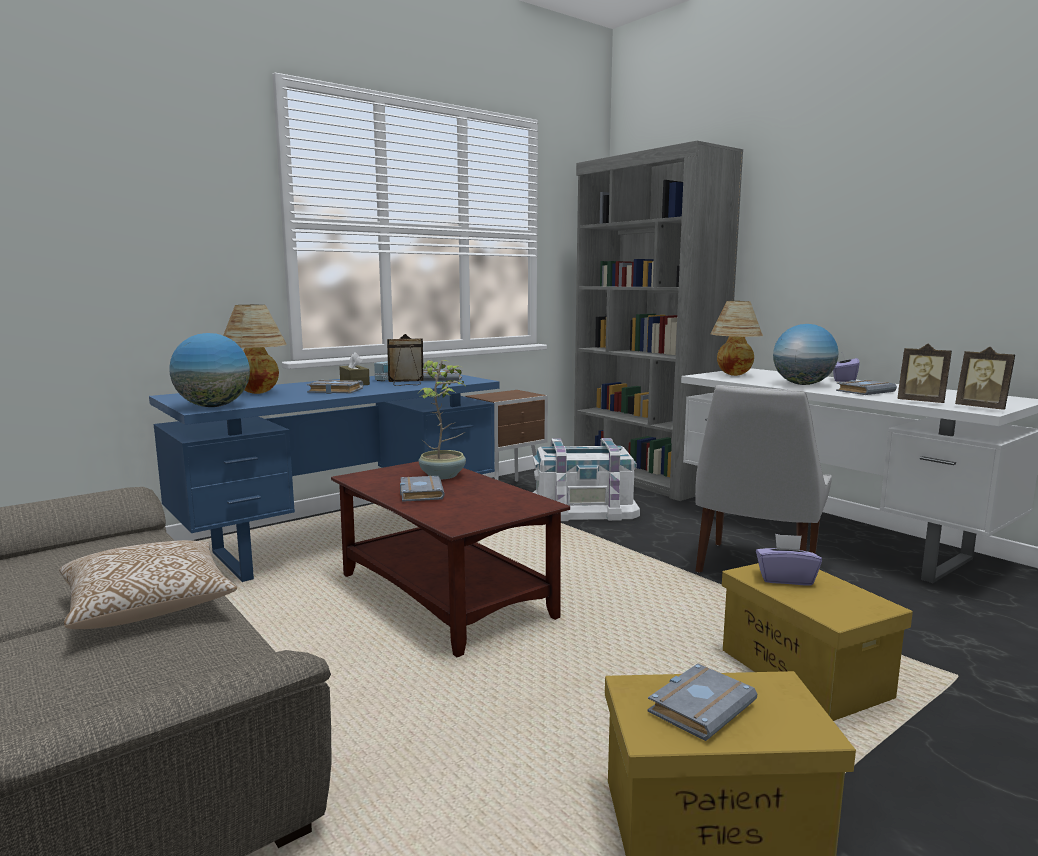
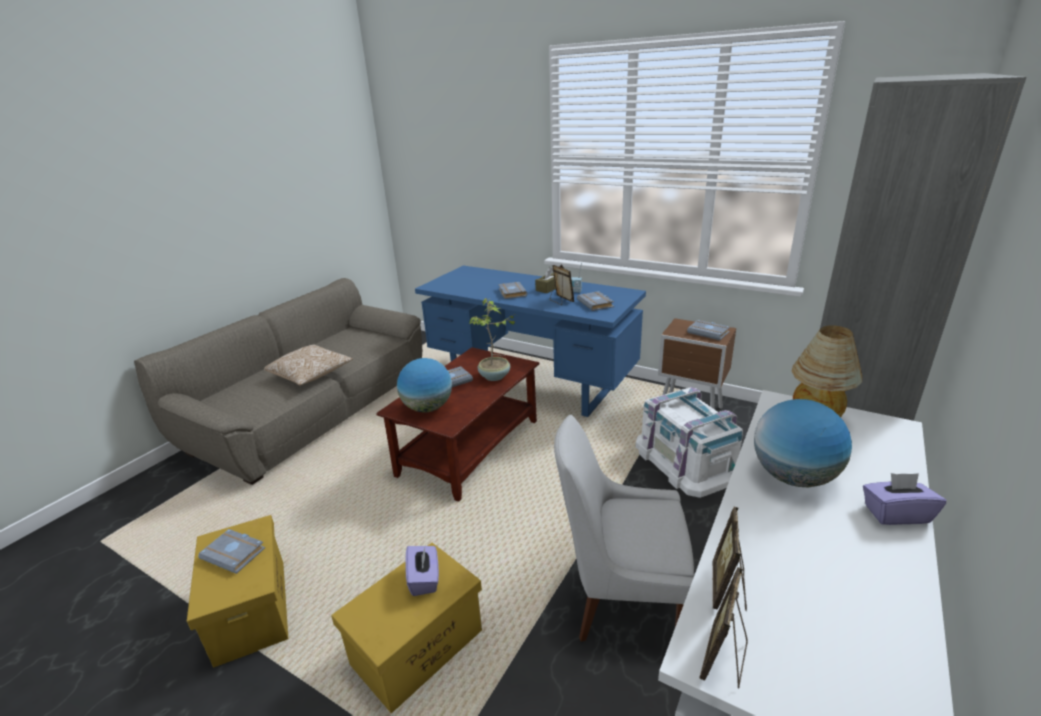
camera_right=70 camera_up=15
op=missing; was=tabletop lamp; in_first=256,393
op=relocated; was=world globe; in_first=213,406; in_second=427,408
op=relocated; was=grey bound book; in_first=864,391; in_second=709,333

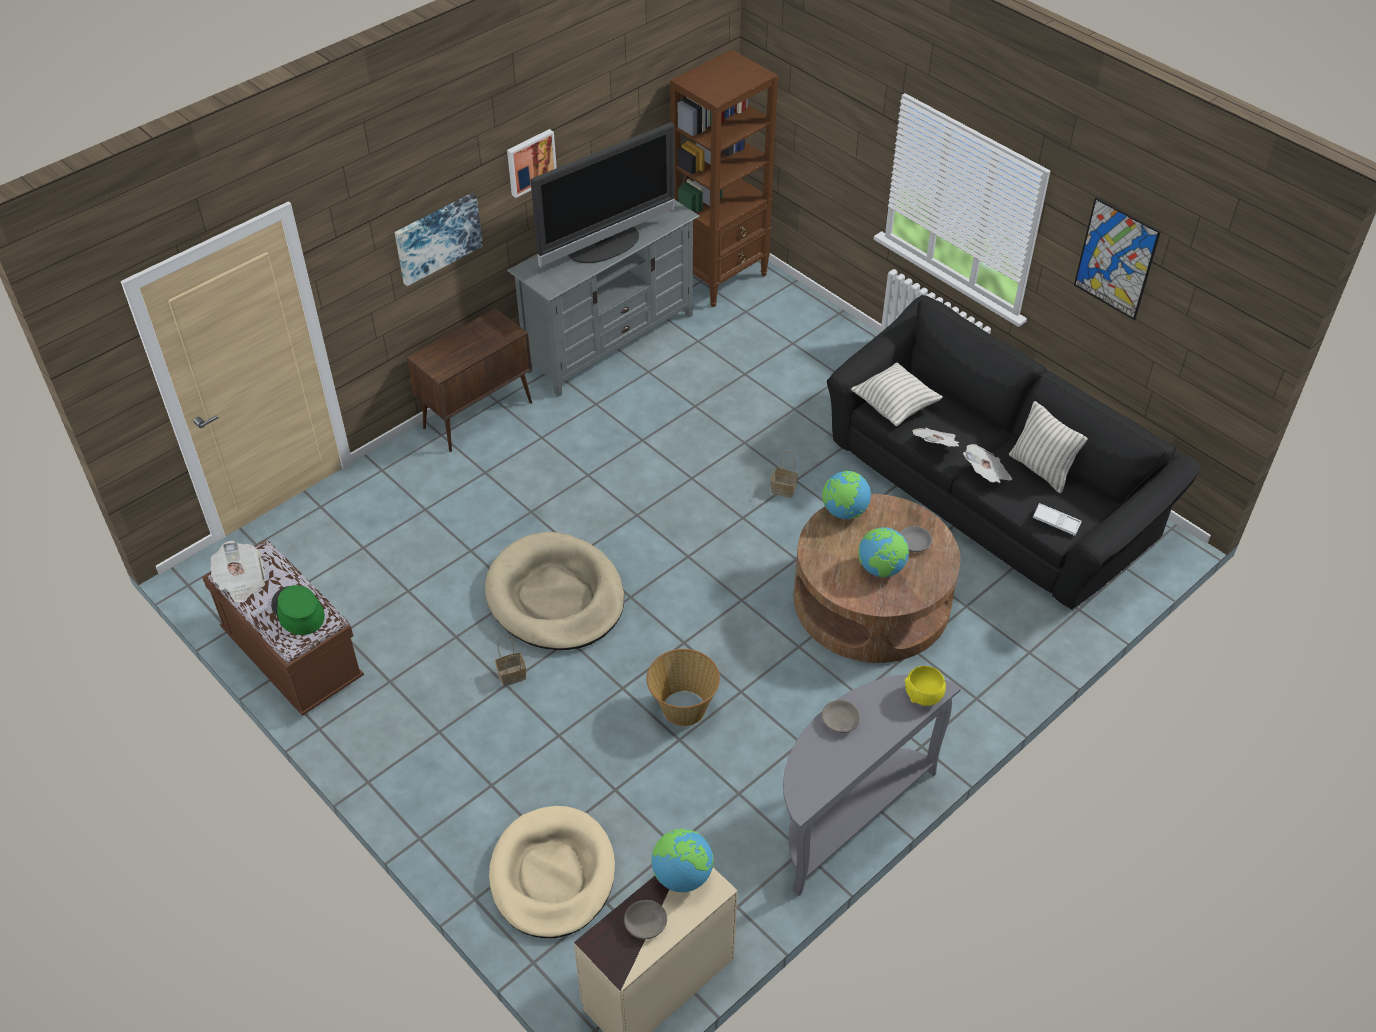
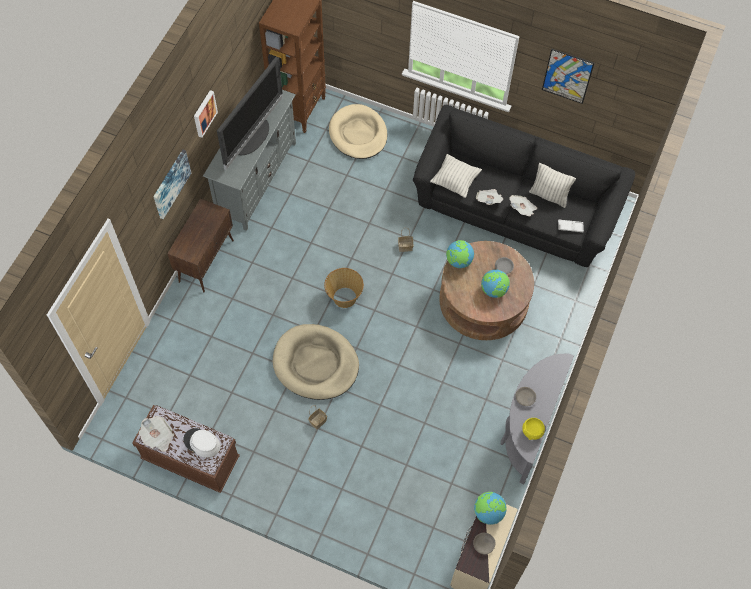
camera_right=-25 camera_up=15
op=relocated; was=sand-coloured pet bed; in_first=552,875; in_second=358,134
op=relocated; was=household basket; in_first=683,707; in_second=344,297
op=relocated; was=yellow-coloured deep dish; in_first=924,696; in_second=532,432
op=colour; was=green-coloured clothing hat; now=white-coloured clothing hat; in_first=297,611; in_second=202,443

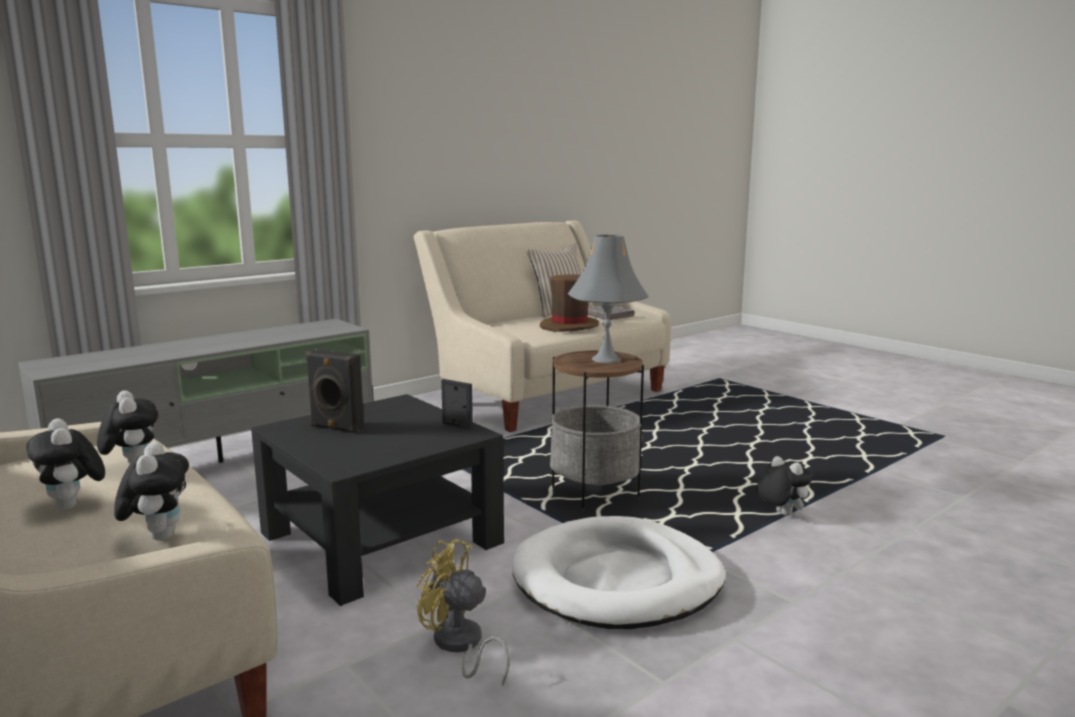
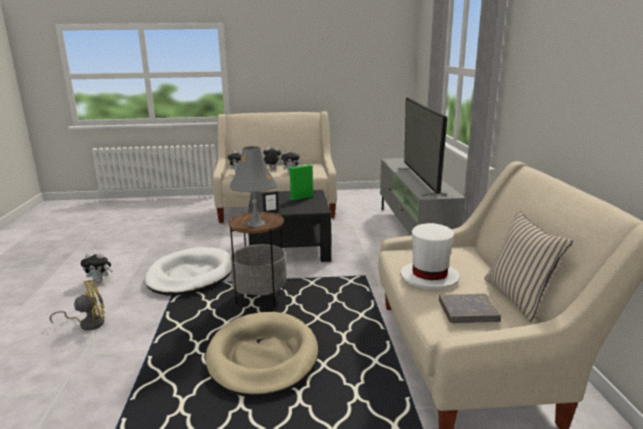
camera_right=125 camera_up=5
op=appeared; now=sand-coloured pet bed; in_second=262,357
op=appeared; now=television; in_second=420,180
op=relocated; was=yellow-coloured electric fan; in_first=460,646; in_second=88,323
op=relocated; was=soft toy; in_first=780,514; in_second=99,281
op=colour; was=blackish speaker; now=green-coloured speaker; in_first=336,428; in_second=301,197
op=colour; was=brown-coloured clothing hat; now=white-coloured clothing hat; in_first=569,326; in_second=429,277

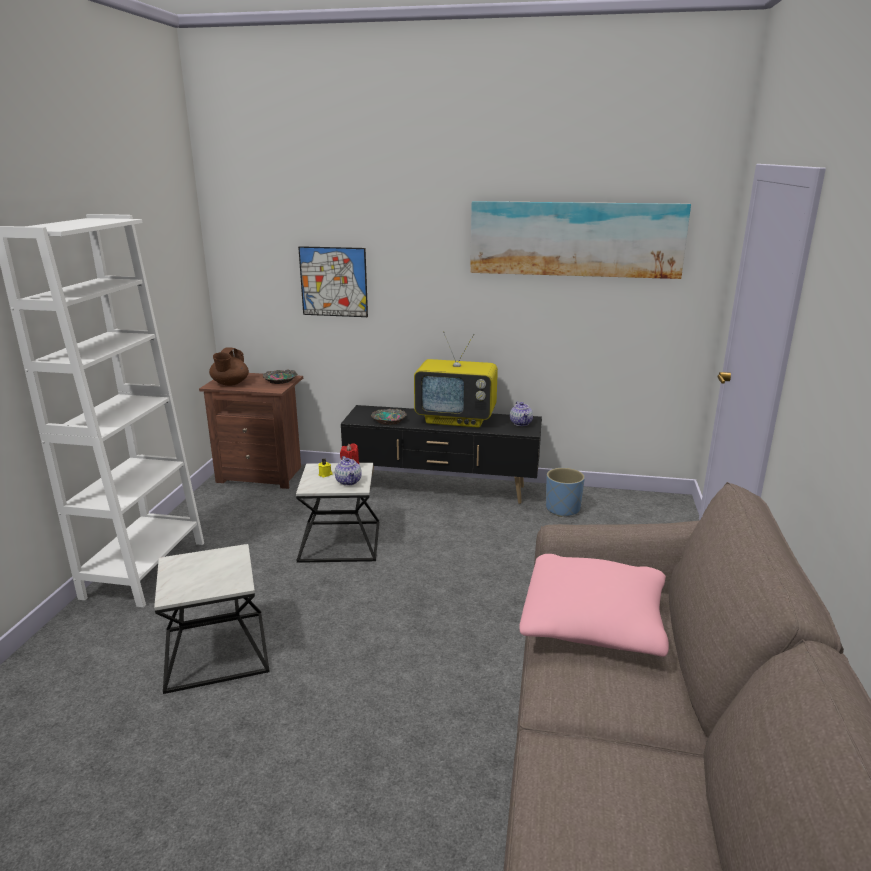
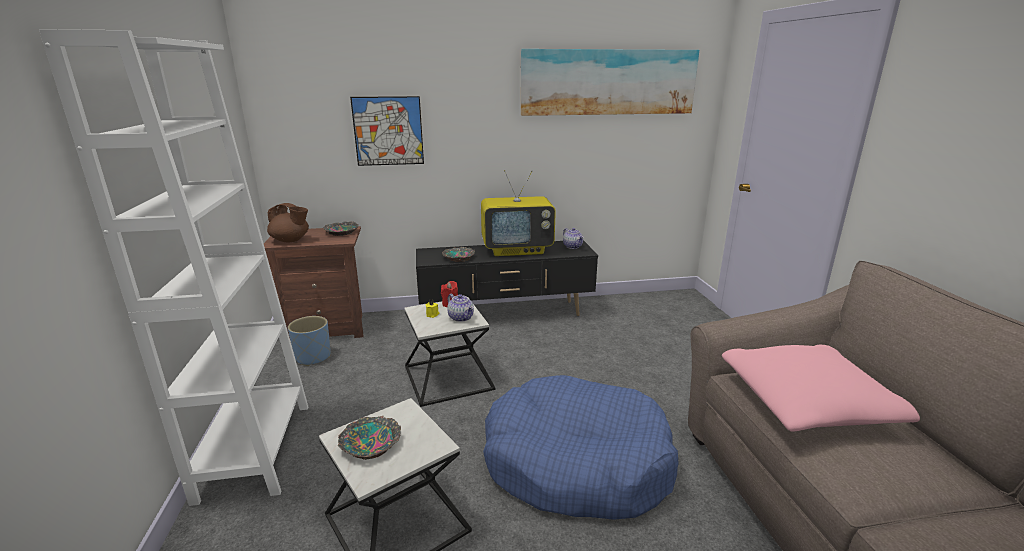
camera_right=-20 camera_up=0
op=appeared; now=deep dish; in_second=371,443
op=appeared; now=blue-coloured pet bed; in_second=576,462
op=relocated; was=blue-coloured plant pot; in_first=563,509; in_second=313,357
op=spun; was=brown-coloured tea pot; in_first=230,384; in_second=291,240; clockwise=-60

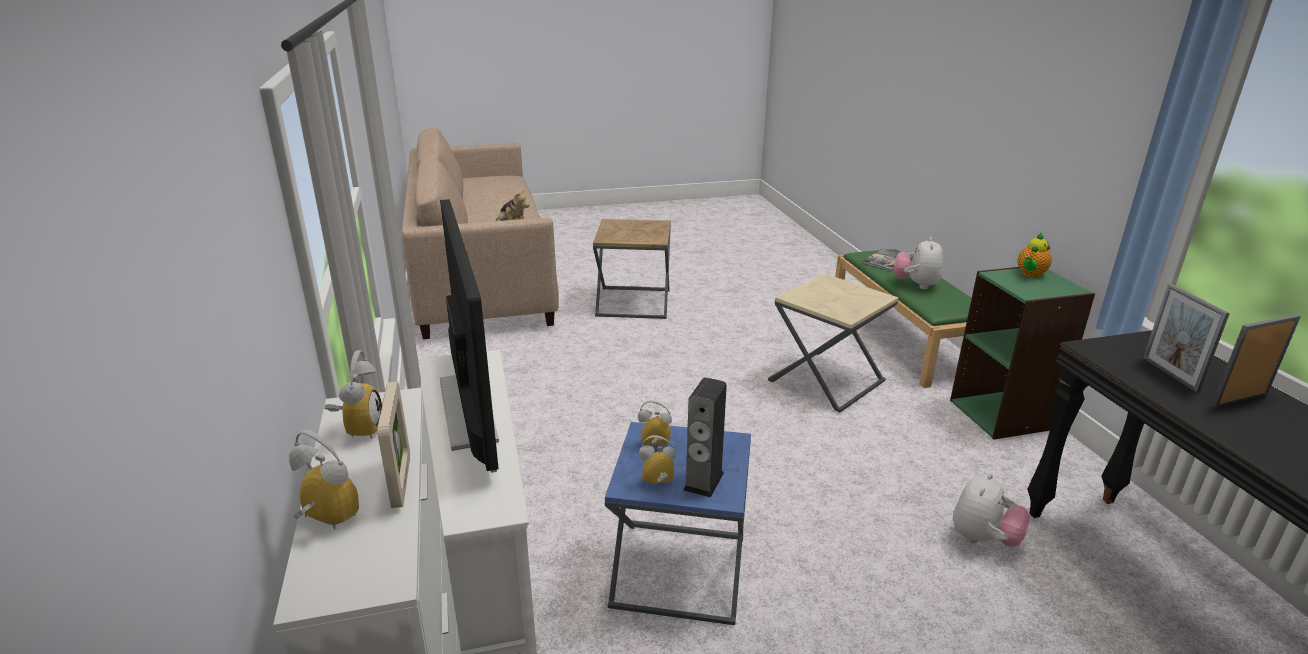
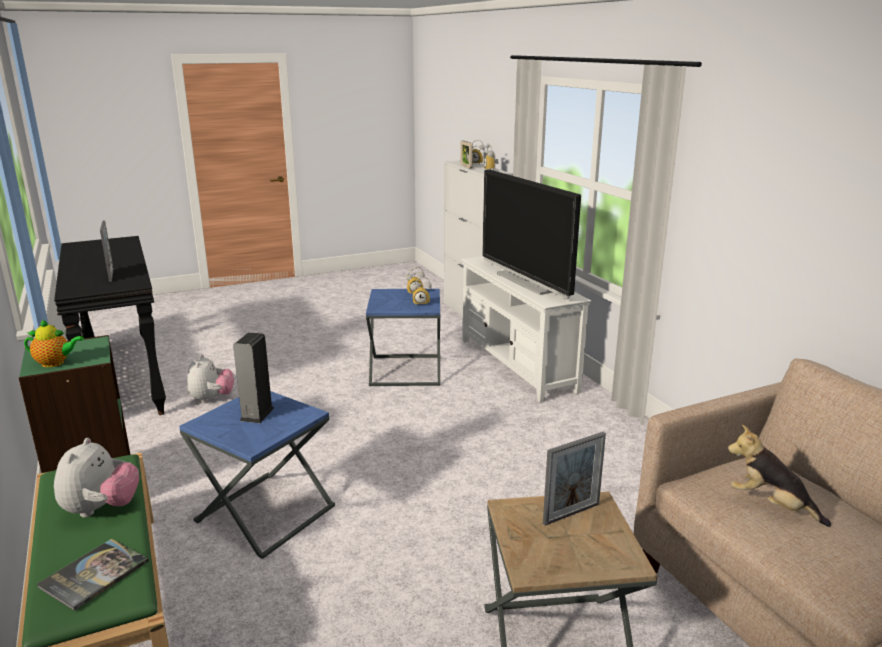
camera_right=170 camera_up=-5
op=relocated; was=speaker; in_first=703,481; in_second=257,414
op=relocated; was=standing frame; in_first=1239,400; in_second=571,514
op=colour; was=sand-coloured end table; now=blue-coloured end table; in_first=826,381; in_second=265,514
op=spun; was=soft toy; in_first=983,539; in_second=211,398; clockwise=150
op=spun; was=tea pot; in_first=1030,274; in_second=55,363; clockwise=60

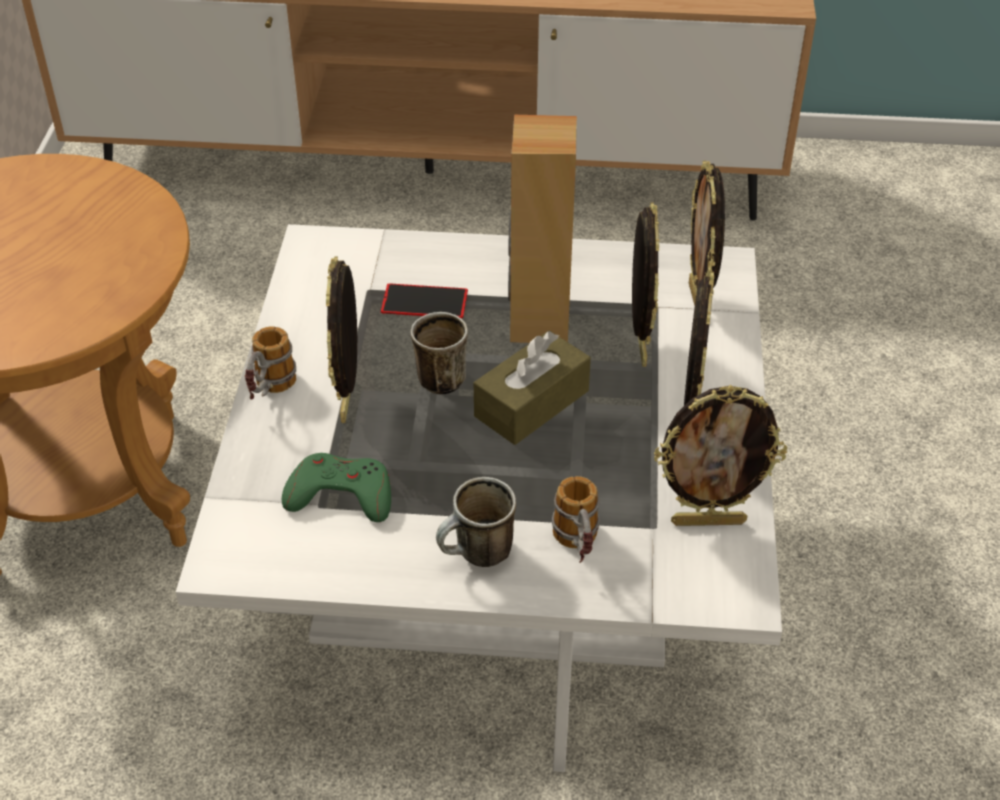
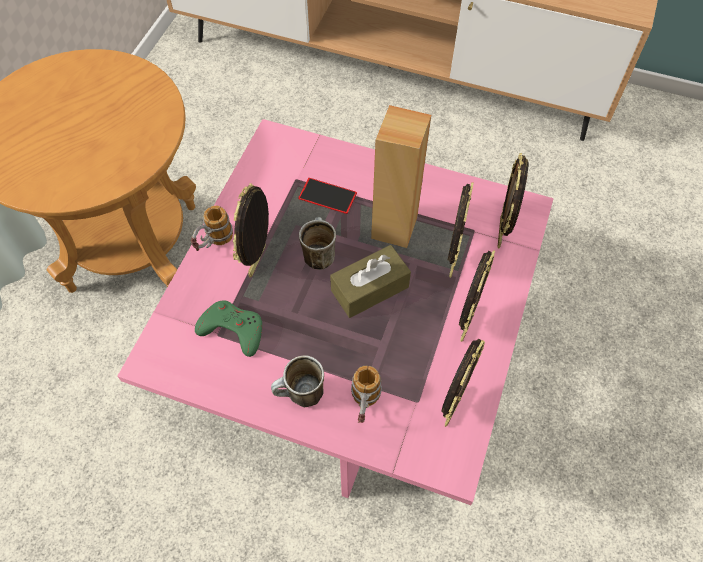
camera_right=15 camera_up=15
op=colour; was=white-coloured low table; now=pink low table; in_first=499,566; in_second=351,352
op=spun; was=standing frame; in_first=708,521; in_second=453,405; clockwise=-75

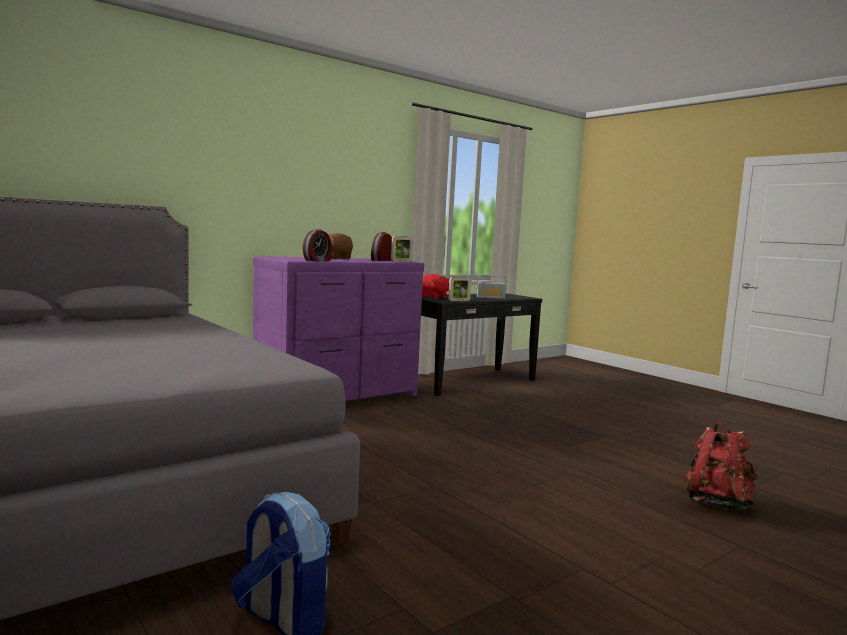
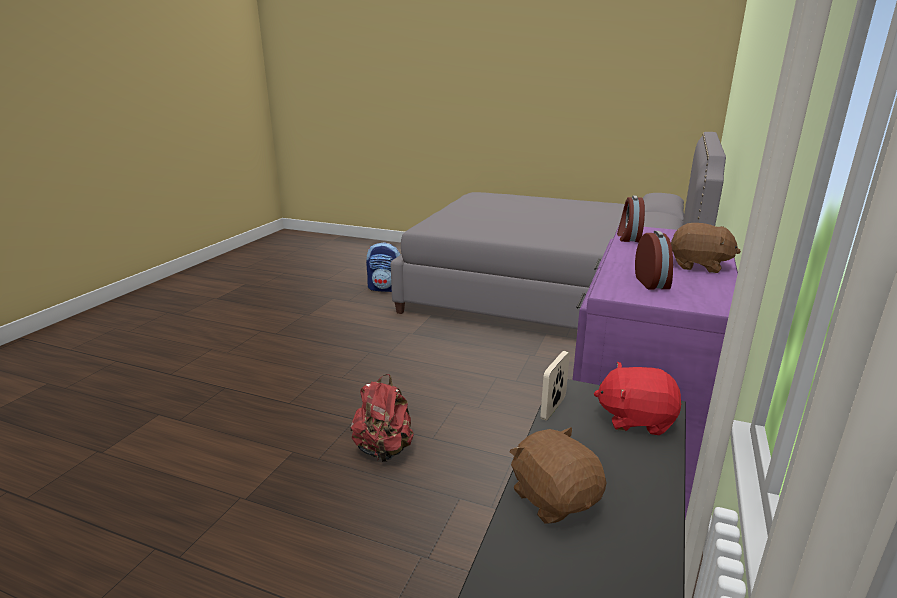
camera_right=150 camera_up=15
op=missing; was=standing frame; in_first=401,261
op=relocated; was=reddish knapsack; in_first=717,503; in_second=384,450
op=exchanged; was=radio set; now=brown-coloured soft toy; in_first=490,298; in_second=554,498

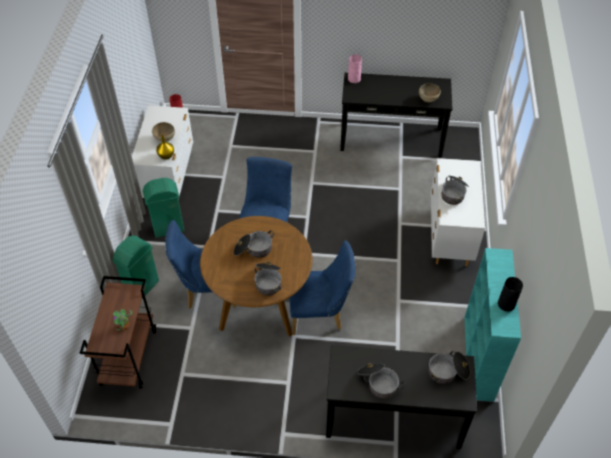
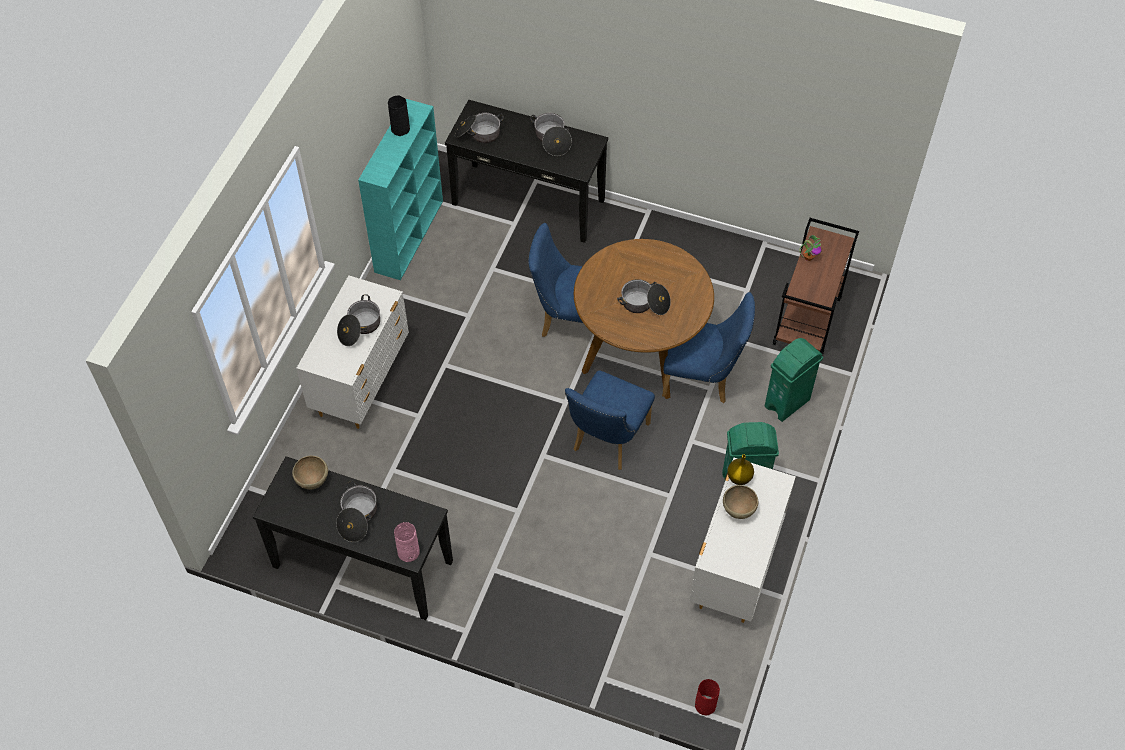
camera_right=-165 camera_up=5
op=relocated; was=stockpot; in_first=268,281; in_second=357,517

